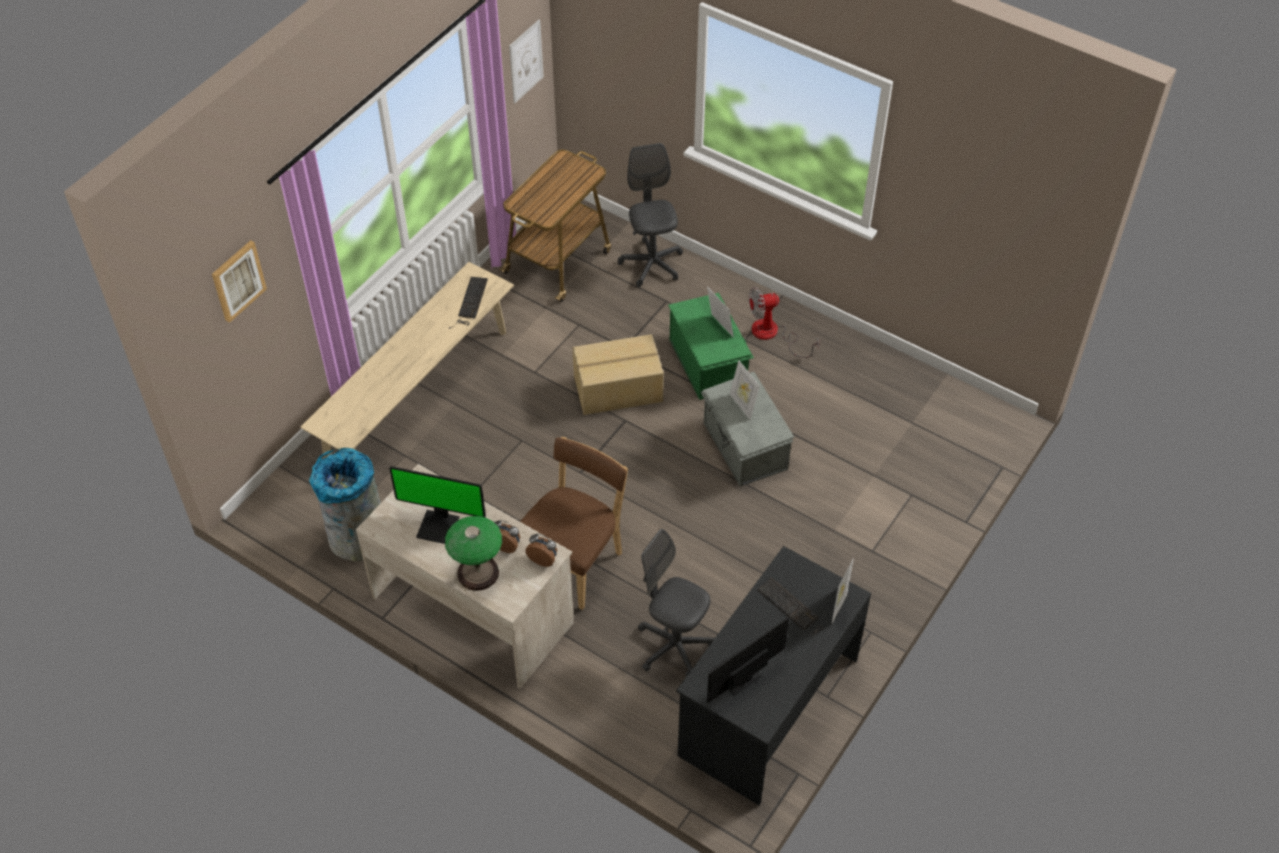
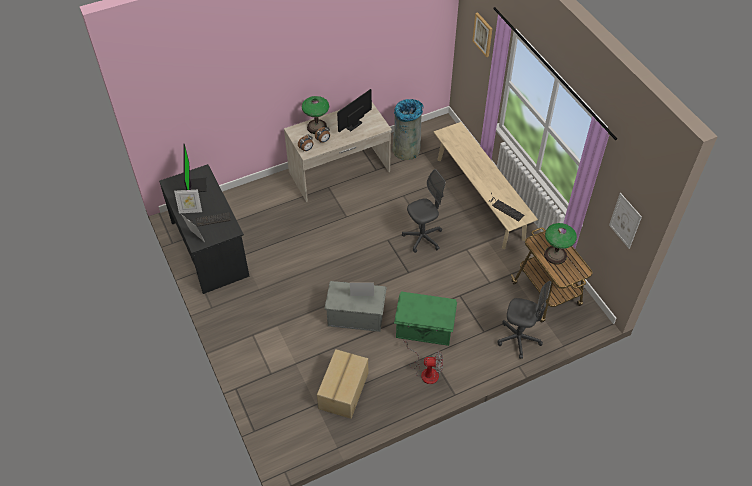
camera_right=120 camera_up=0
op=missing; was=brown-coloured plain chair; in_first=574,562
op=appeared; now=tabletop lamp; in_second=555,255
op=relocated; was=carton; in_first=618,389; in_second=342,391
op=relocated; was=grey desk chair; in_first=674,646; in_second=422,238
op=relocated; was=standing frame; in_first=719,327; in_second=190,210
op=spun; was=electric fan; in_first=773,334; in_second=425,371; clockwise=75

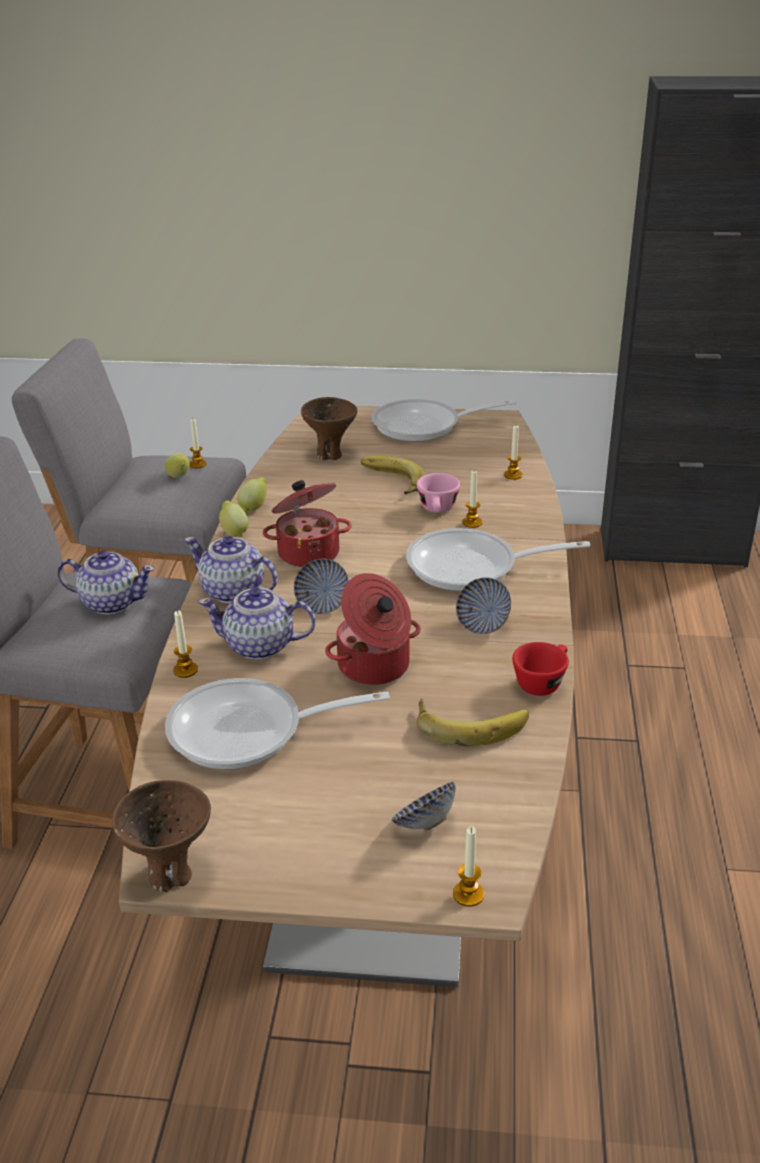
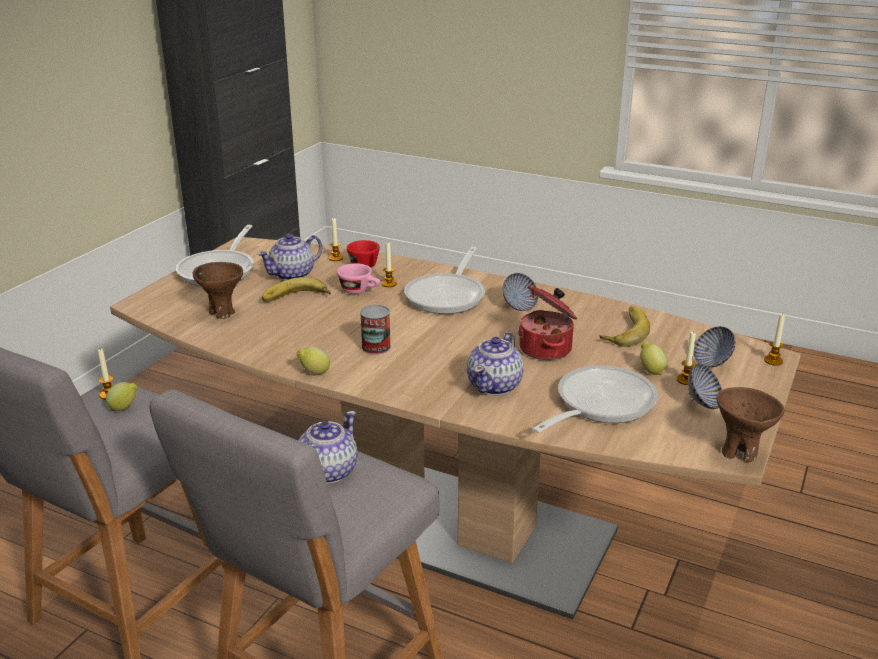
camera_right=-70 camera_up=-5
op=relocated; was=wax candle; in_first=185,670; in_second=686,380
op=relocated; was=tea pot; in_first=233,592; in_second=293,275
op=relocated; was=whole lemon; in_first=254,507; in_second=650,370
op=relocated; was=deep dish; in_first=322,604; in_second=703,402
op=relocated; was=reddish small cup; in_first=542,681; in_second=361,264
op=exchanged; was=stockpot; now=can; in_first=308,552; in_second=376,347
op=spun; was=skillet; in_first=248,732; in_second=599,405; clockwise=-150

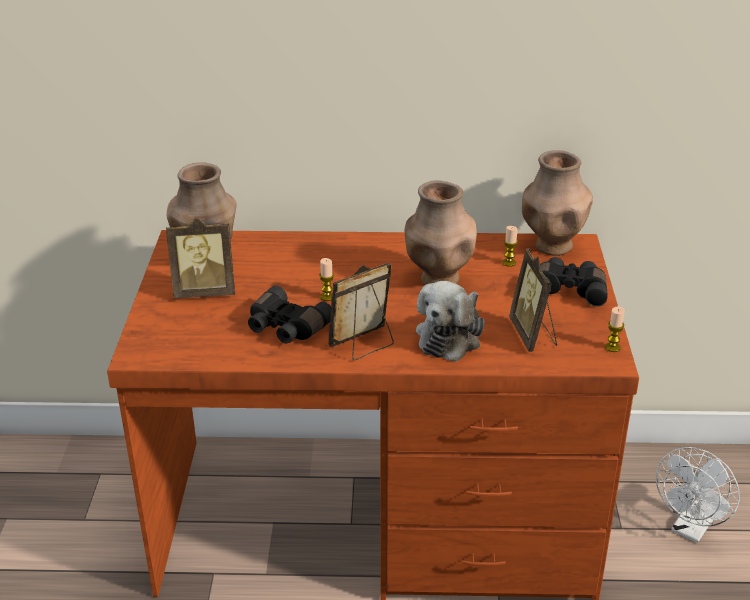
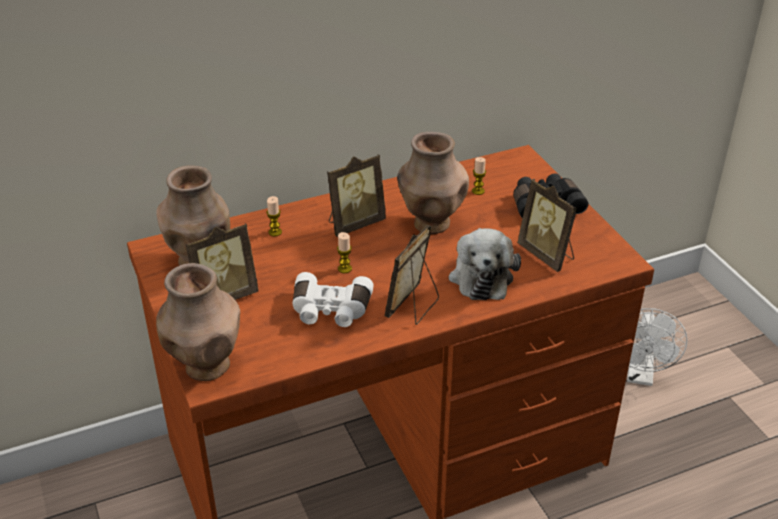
camera_right=-25 camera_up=5
op=appeared; now=standing frame; in_second=354,223
op=relocated; was=brown-coloured flower vase; in_first=552,246; in_second=206,367
op=relocated; was=wax candle; in_first=612,347; in_second=275,232
op=colour; was=blackish binoculars; now=white-coloured binoculars; in_first=285,328; in_second=330,311

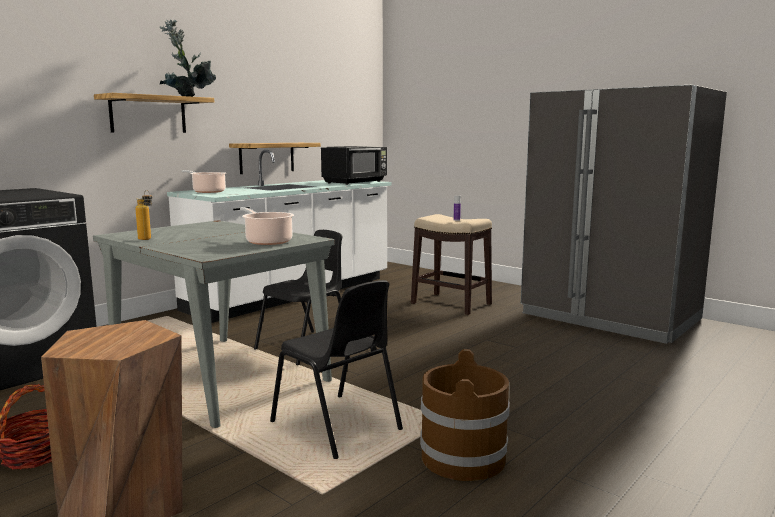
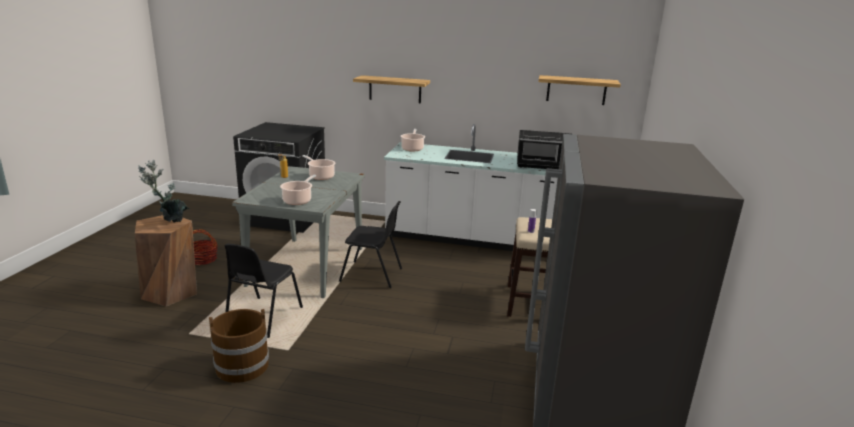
camera_right=60 camera_up=10
op=appeared; now=stockpot; in_second=320,176
op=relocated; was=potted plant; in_first=187,96; in_second=170,223
op=relocated; was=wall shelf; in_first=267,157; in_second=576,90

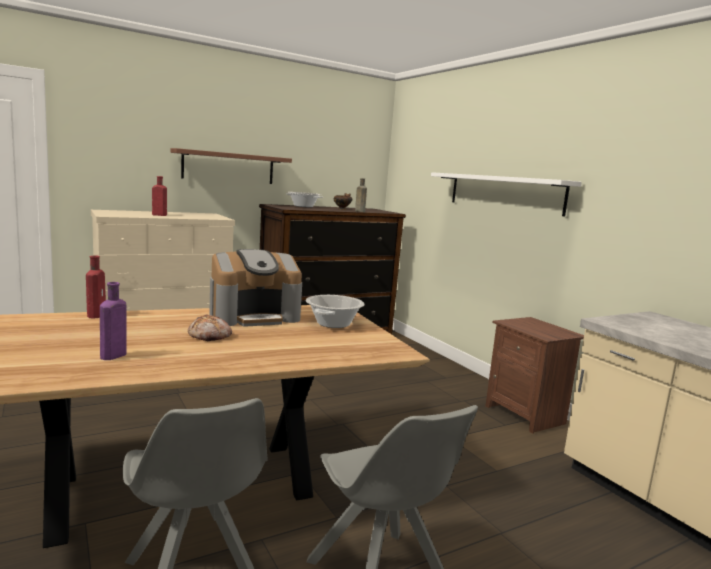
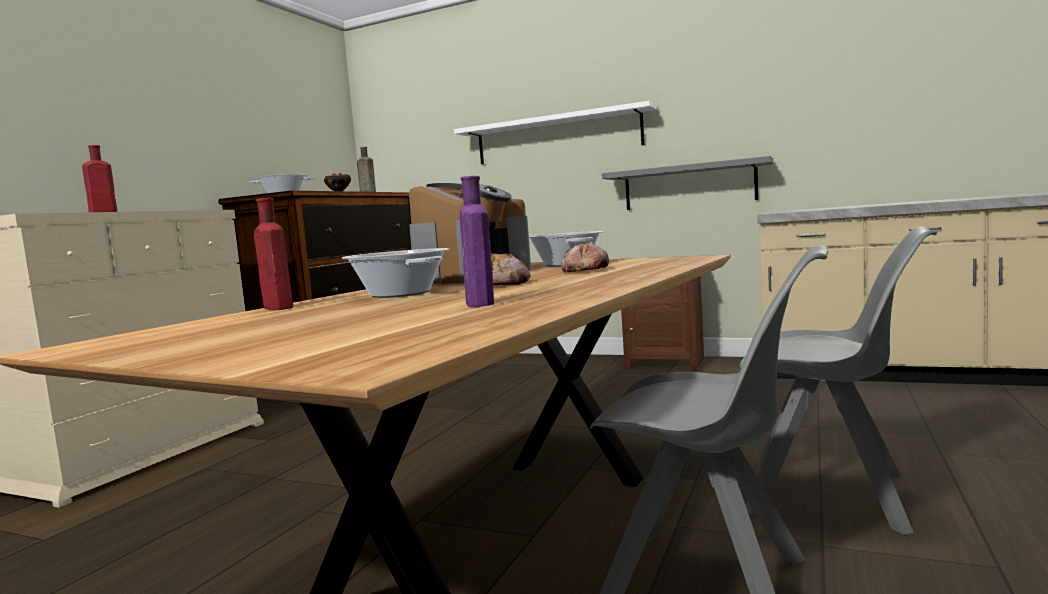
camera_right=-35 camera_up=-5
op=missing; was=brown-coloured wall shelf; in_first=228,167
op=appeared; now=stockpot; in_second=400,294
op=appeared; now=bread; in_second=584,271
op=appeared; now=grey wall shelf; in_second=689,185

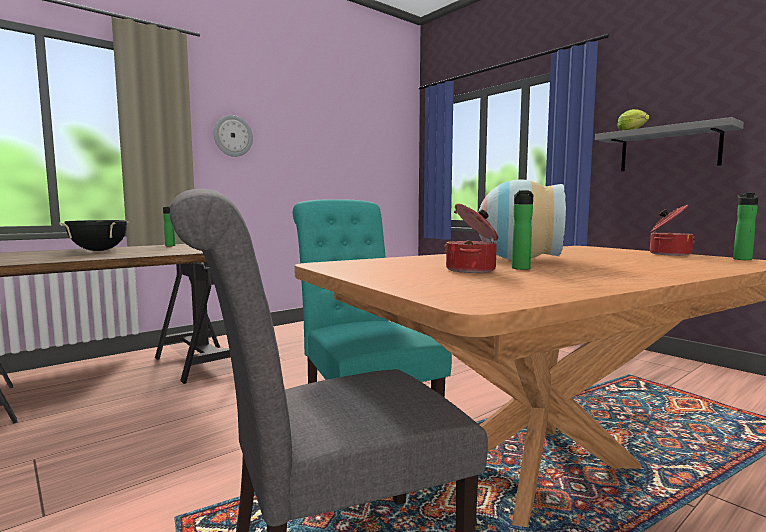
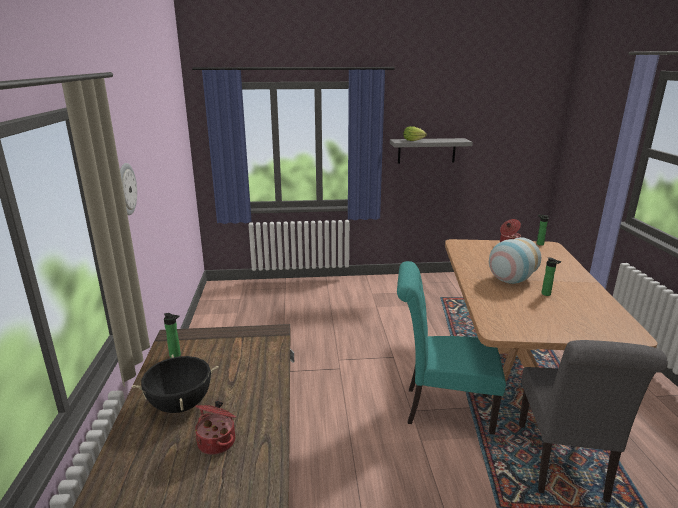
camera_right=-55 camera_up=15
op=relocated; was=stockpot; in_first=472,270; in_second=217,441

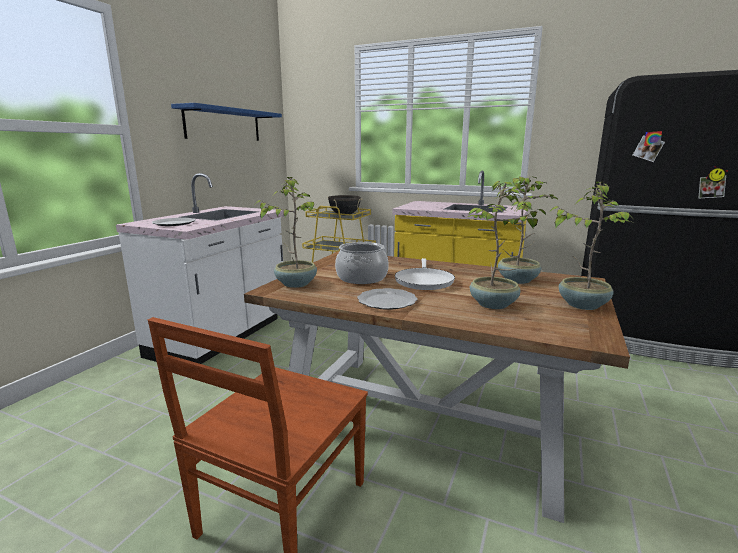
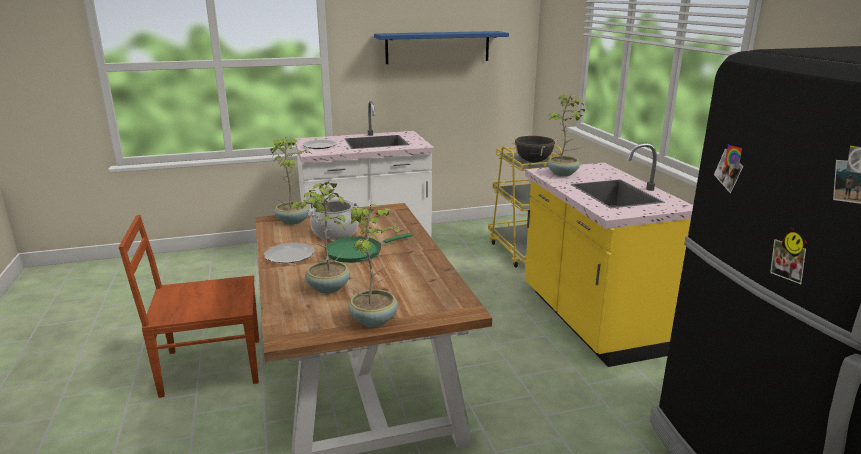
camera_right=50 camera_up=5
op=relocated; was=potted plant; in_first=518,280; in_second=563,174
op=colour; was=white-coloured skillet; now=green-coloured skillet; in_first=424,281; in_second=357,252

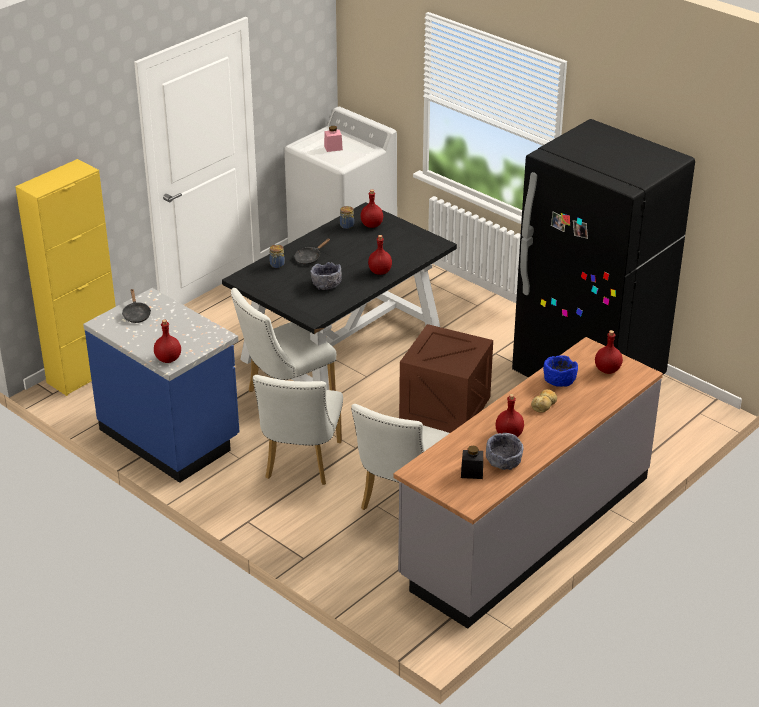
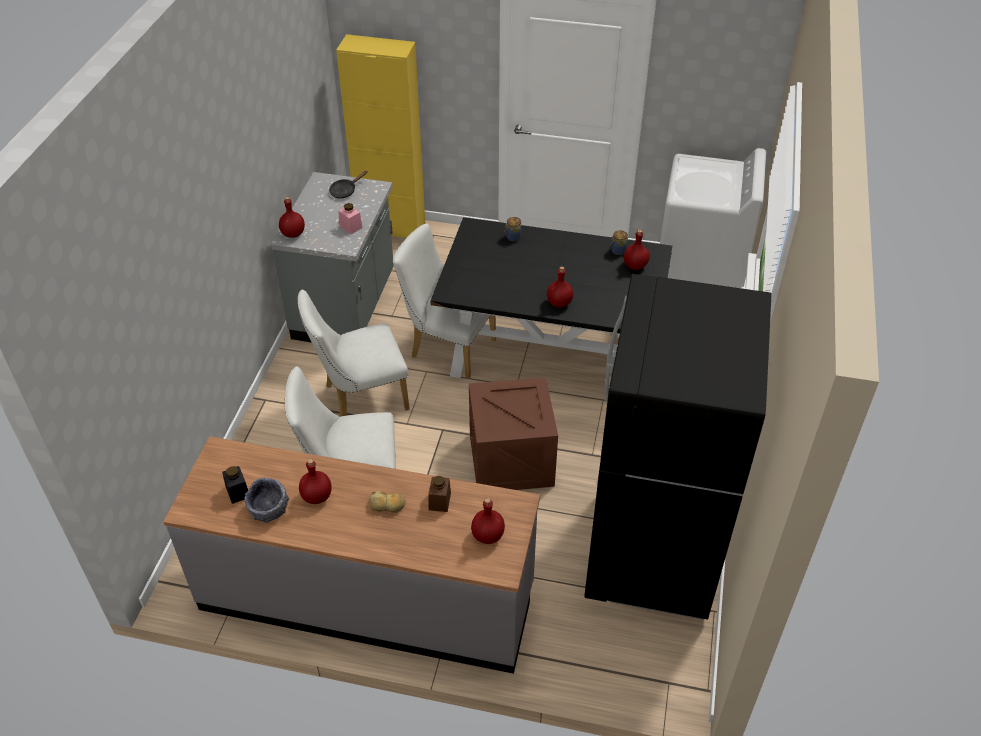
camera_right=60 camera_up=10
op=missing; was=blackish skillet; in_first=309,258
op=missing; was=grey deep dish; in_first=326,284
op=relocated; was=pink storage jar; in_first=333,148; in_second=351,227
op=exchanged; was=blue-coloured deep dish; now=brown-coloured storage jar; in_first=559,380; in_second=439,501
op=colour; was=blue-coloured kitchen counter; now=grey kitchen counter; in_first=171,436; in_second=346,307

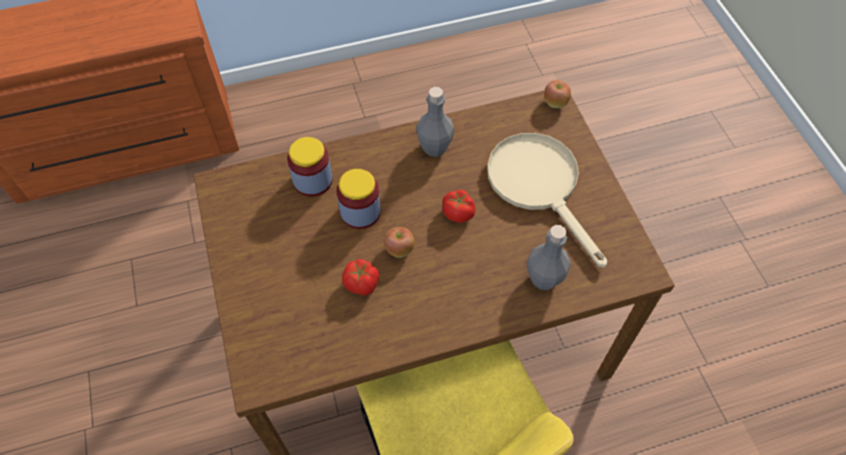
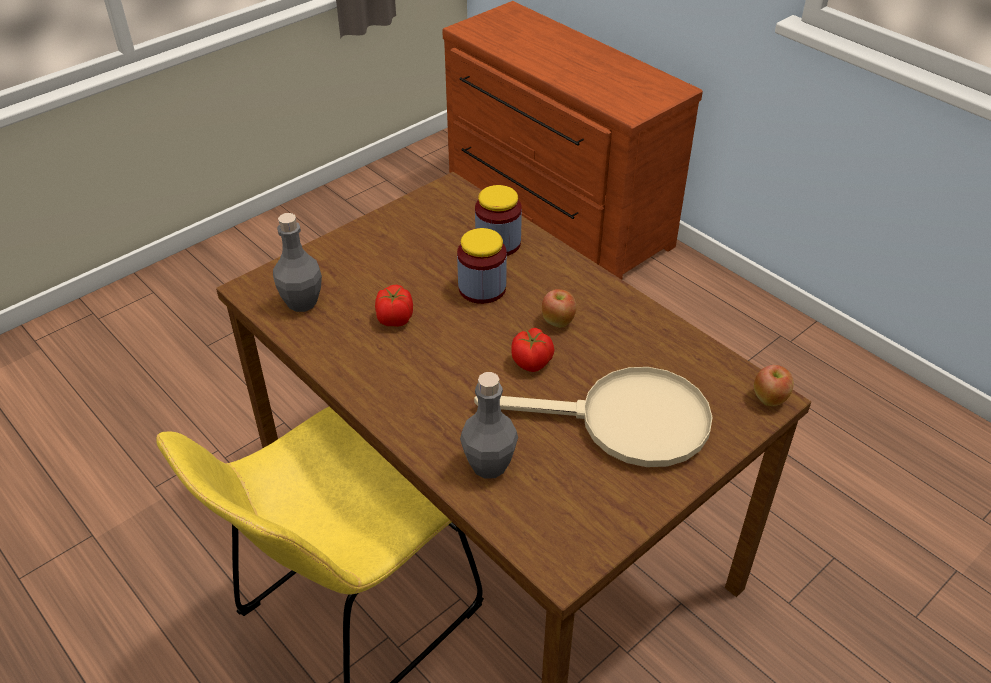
camera_right=65 camera_up=-15
op=relocated; was=apple fruit; in_first=399,249; in_second=558,321
op=relocated; was=grey drink bottle; in_first=434,147; in_second=302,302
op=spun; was=sand-coloured skillet; in_first=540,185; in_second=625,422; clockwise=60

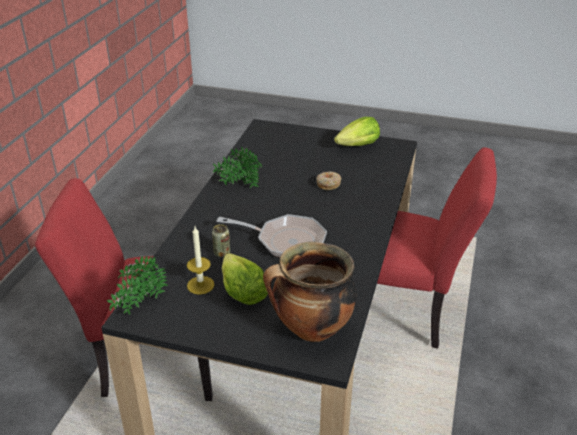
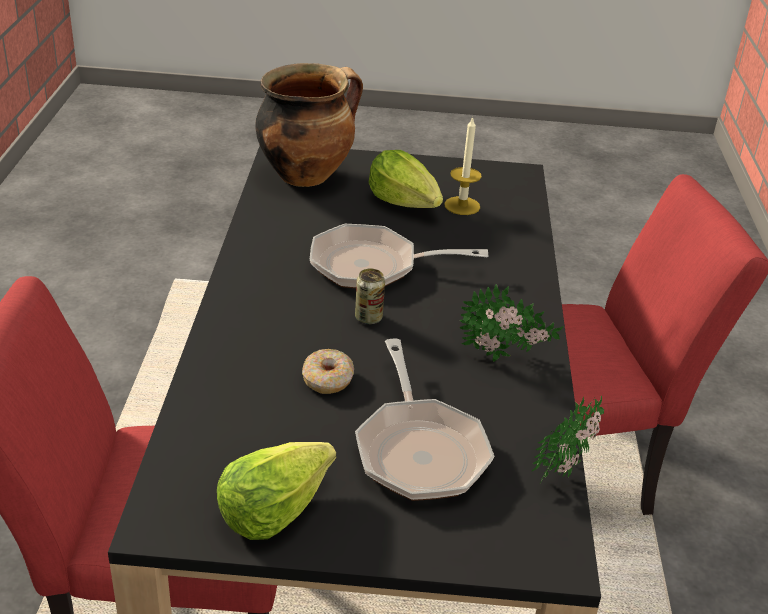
camera_right=165 camera_up=0
op=appeared; now=skillet; in_second=419,449
op=relocated; was=potted plant; in_first=139,305; in_second=567,467
op=relocated; was=can; in_first=222,253; in_second=368,318

